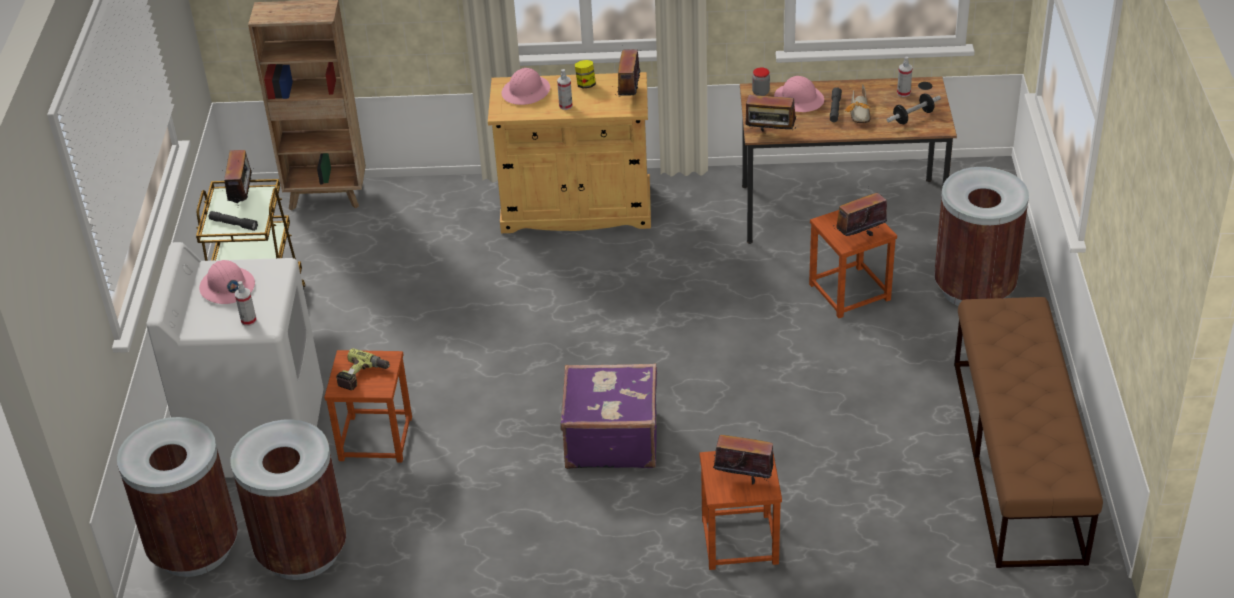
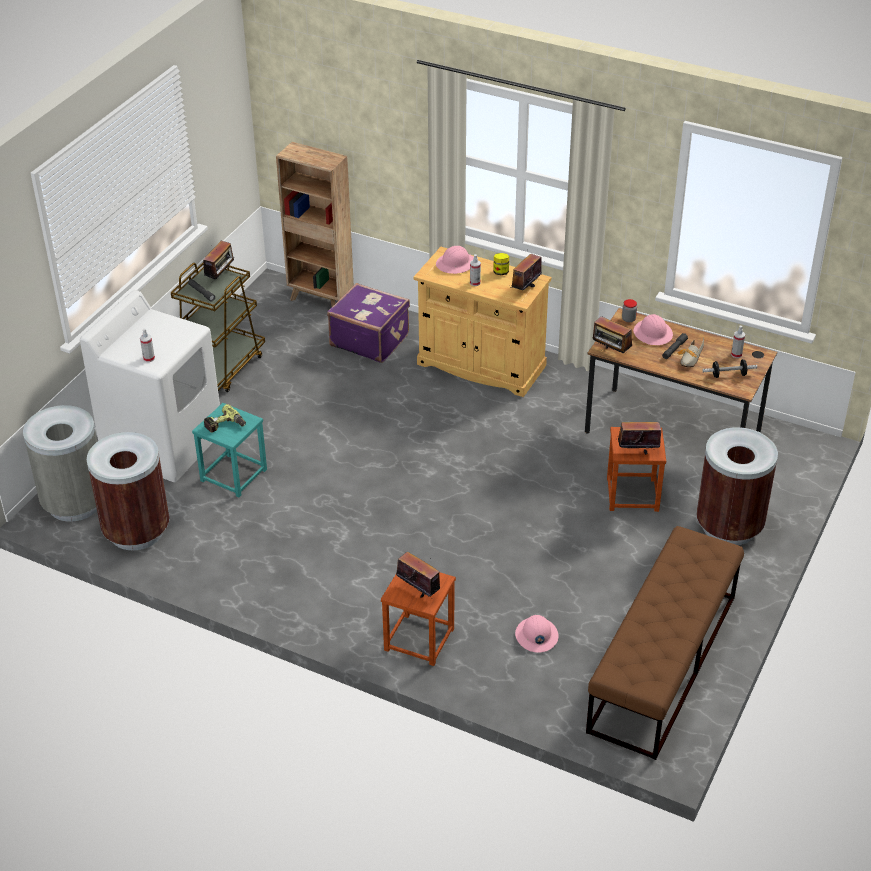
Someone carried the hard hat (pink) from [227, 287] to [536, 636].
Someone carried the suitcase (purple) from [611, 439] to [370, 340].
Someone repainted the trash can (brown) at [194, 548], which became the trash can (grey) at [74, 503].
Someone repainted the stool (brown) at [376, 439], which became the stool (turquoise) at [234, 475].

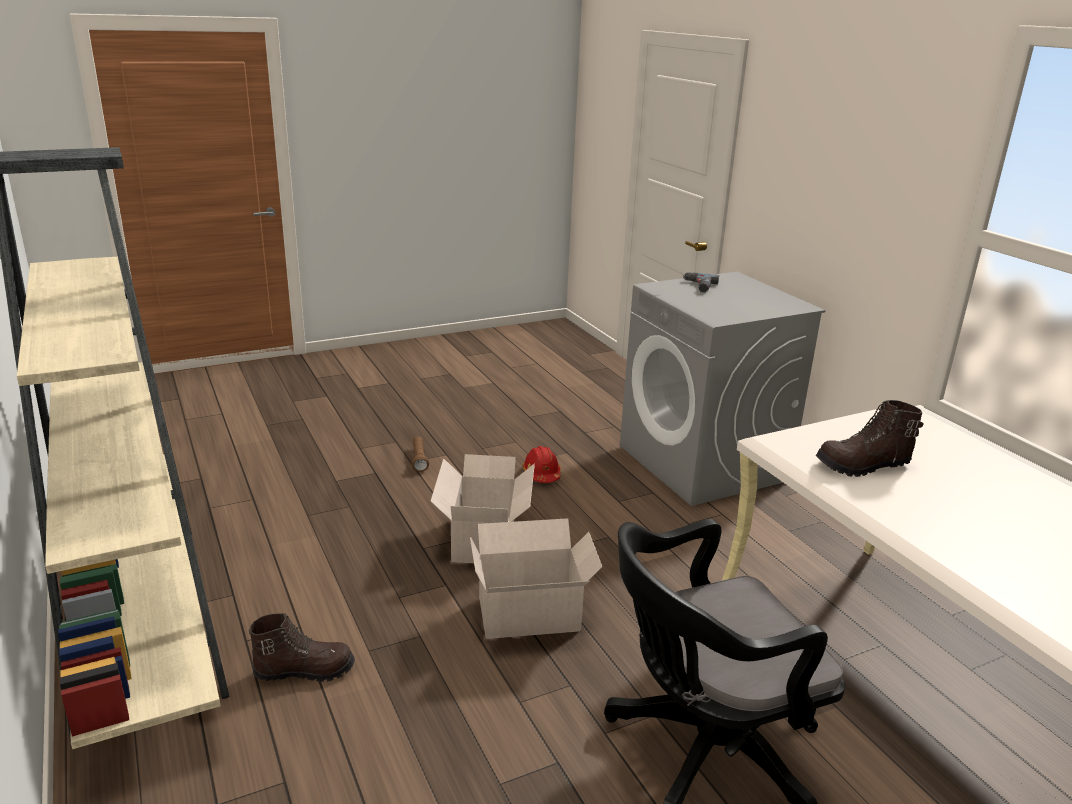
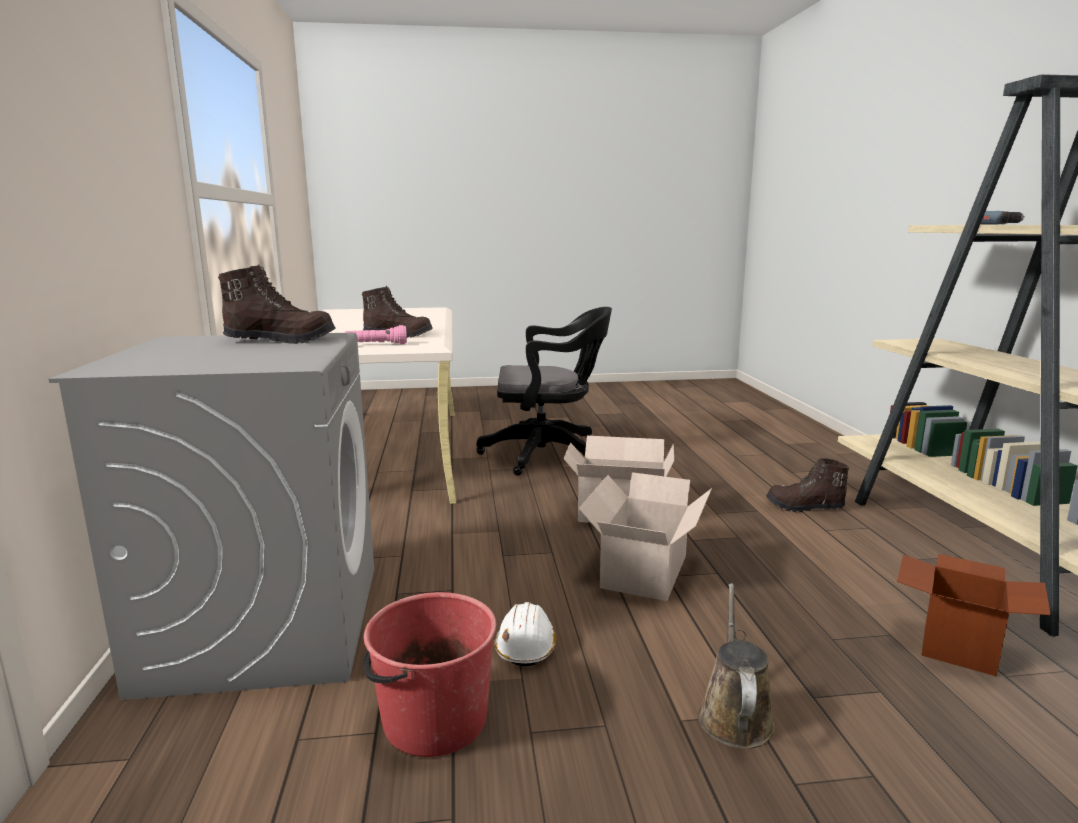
Someone put down the boot (brown) at [281, 340].
Someone put down the flashlight (pink) at [376, 345].
Someone put down the bucket (red) at [433, 720].
Someone put down the cardboard box at [959, 648].
Someone carried the power drill from [698, 286] to [996, 224].
Someone swapped the flashlight (brown) at [419, 459] for the watering can (brown) at [734, 715].
Someone repainted the hard hat (red) at [541, 474], which became the hard hat (white) at [526, 647].

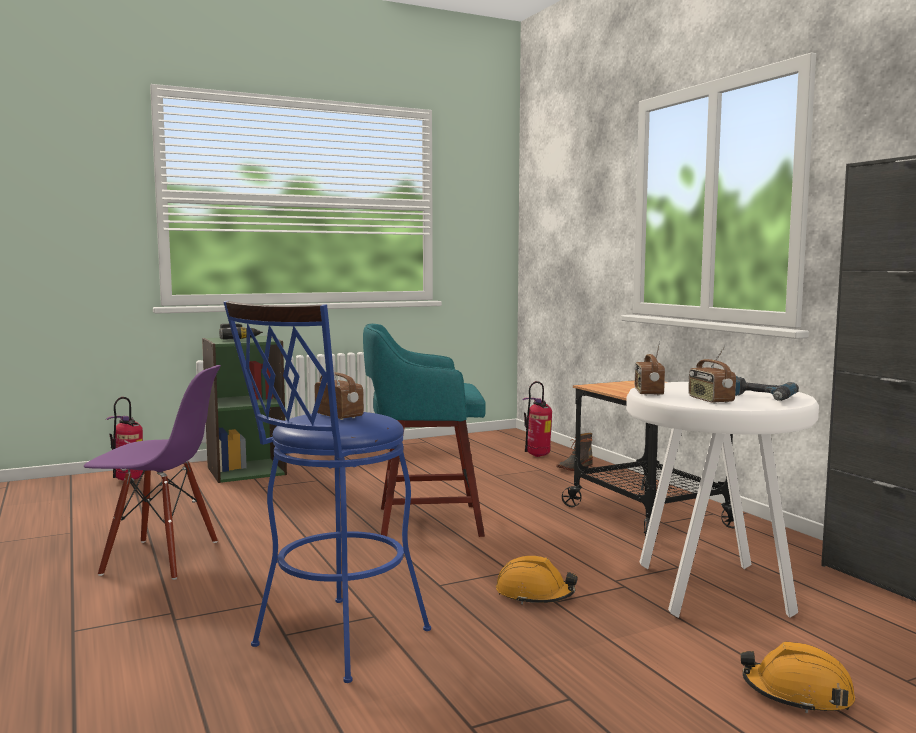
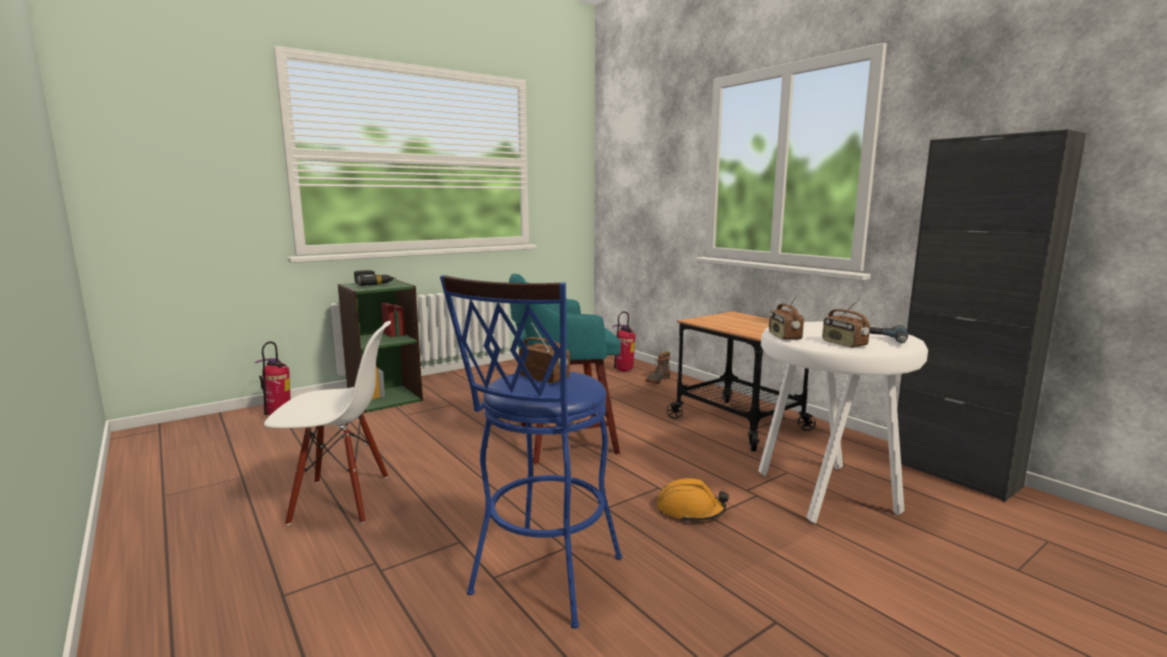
Someone took away the hard hat (orange) at [797, 694].
Someone repainted the chair (purple) at [161, 558], which became the chair (white) at [341, 499].

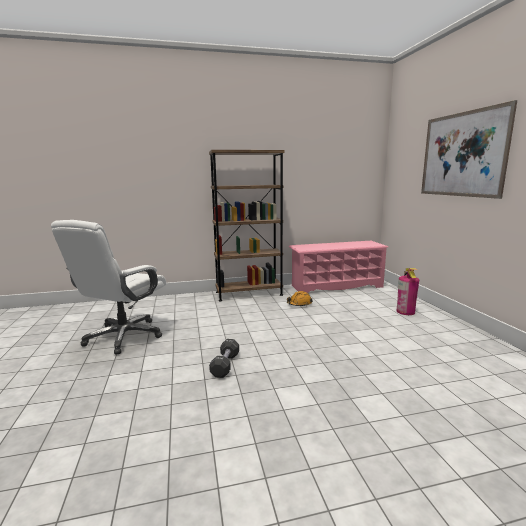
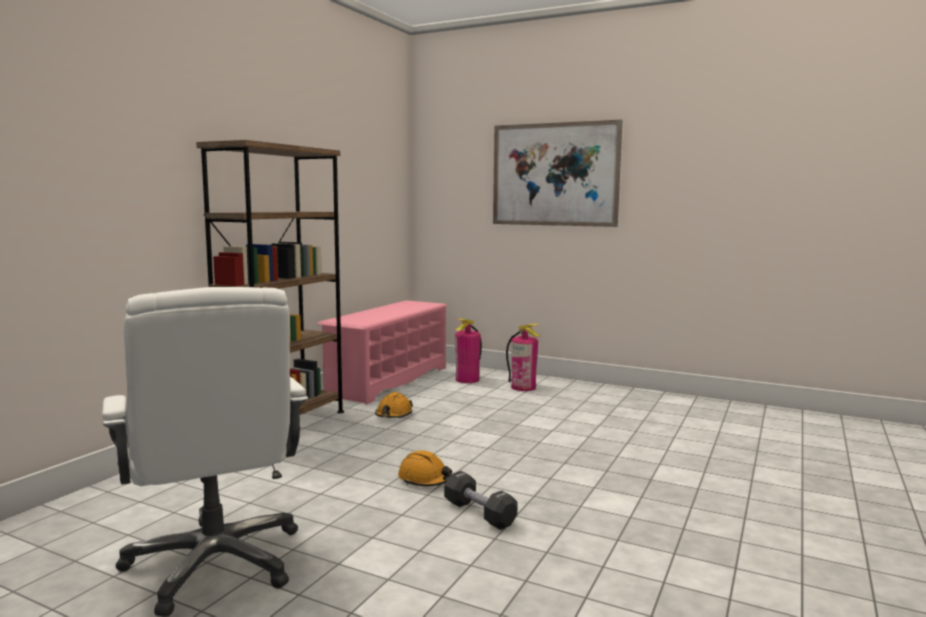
Someone put down the hard hat (orange) at [425, 480].
Someone put down the fire extinguisher at [467, 380].

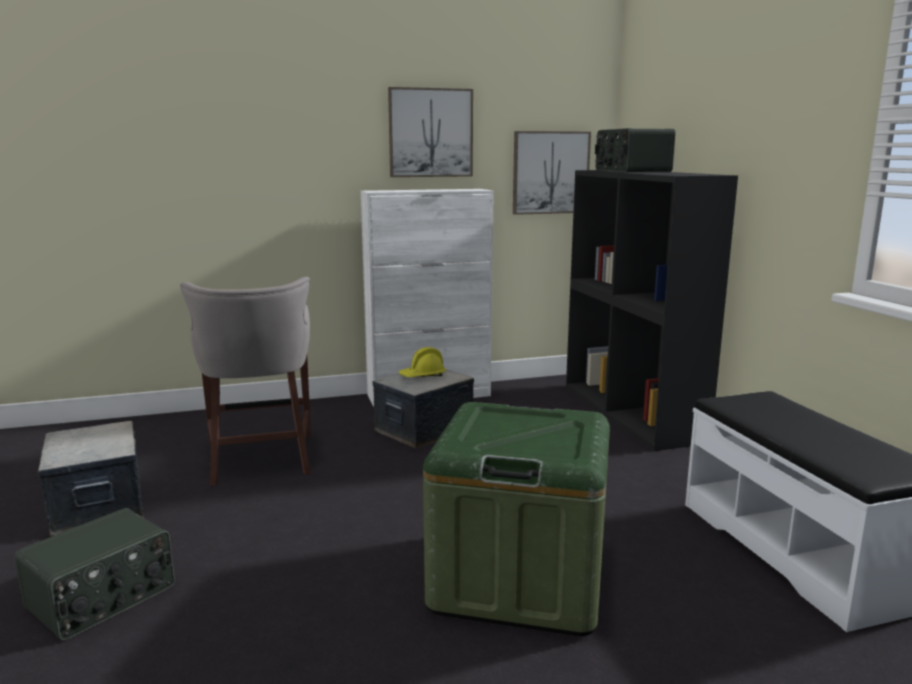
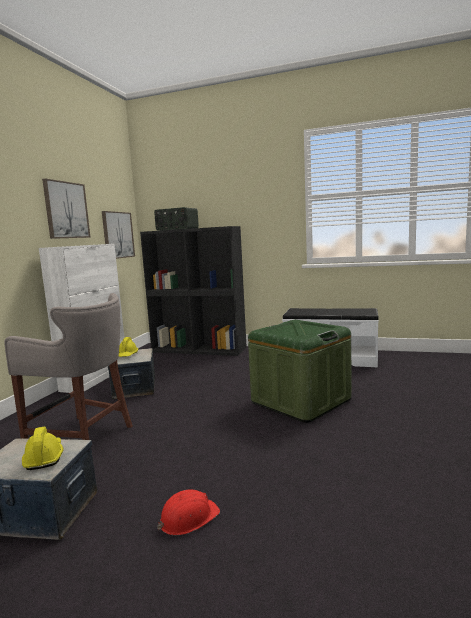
Someone put down the hard hat (yellow) at [44, 457].
Someone swapped the radio at [103, 598] for the hard hat (red) at [188, 518].

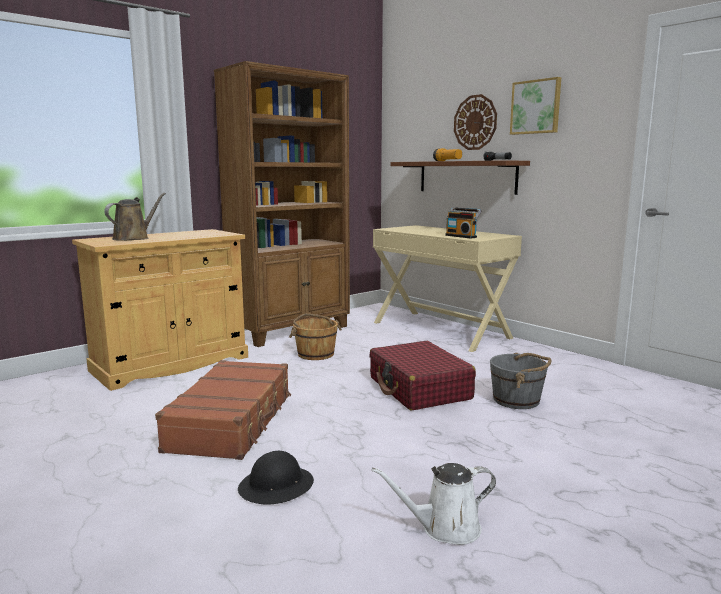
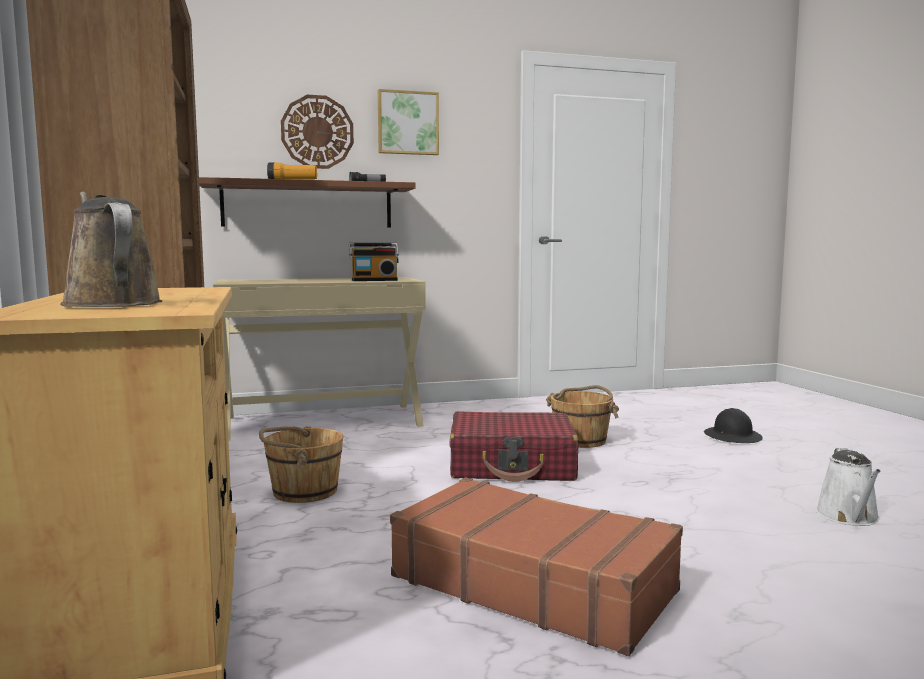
Someone carried the hard hat (black) from [276, 487] to [733, 437].
Someone repainted the bucket (grey) at [517, 400], which became the bucket (brown) at [581, 440].

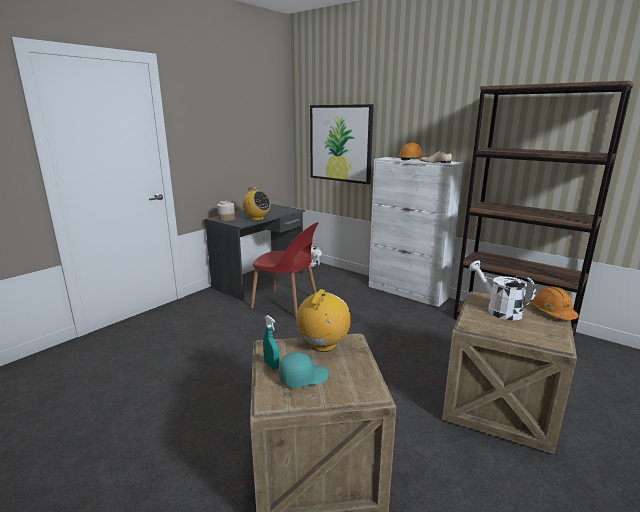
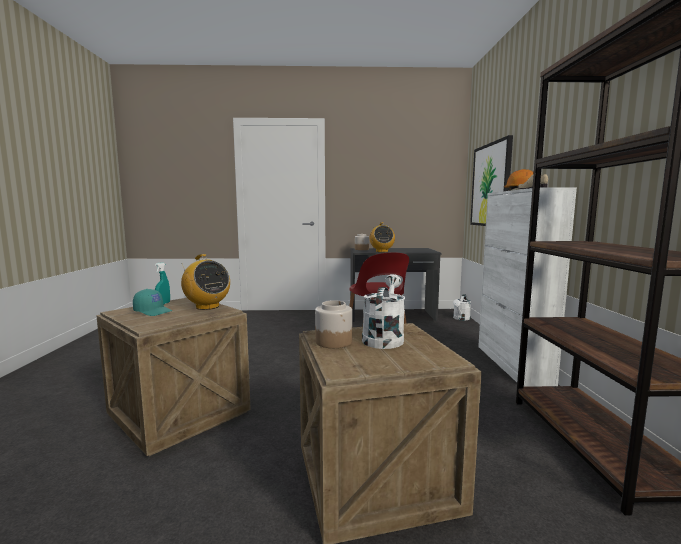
Someone took away the hard hat (orange) at [552, 312].
Someone put down the jar at [334, 342].
Someone rotated the radio at [323, 345] by 60 degrees clockwise.

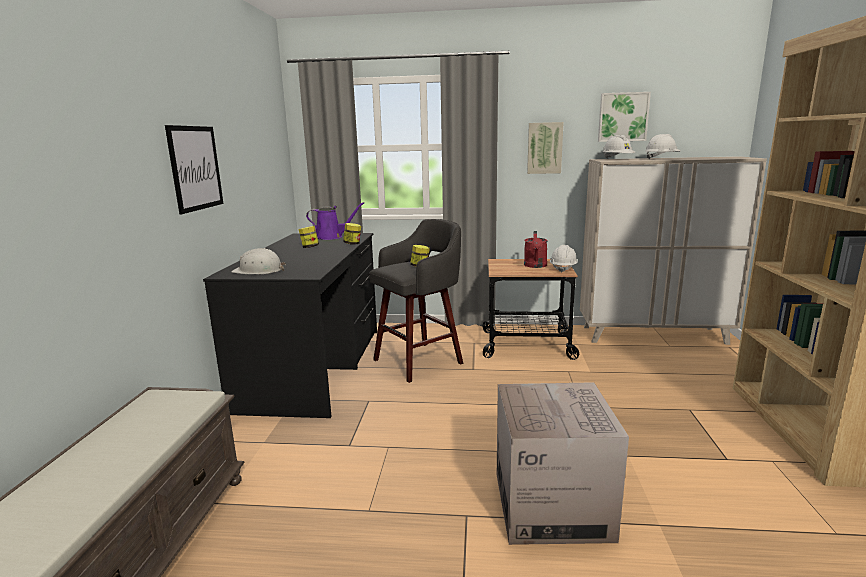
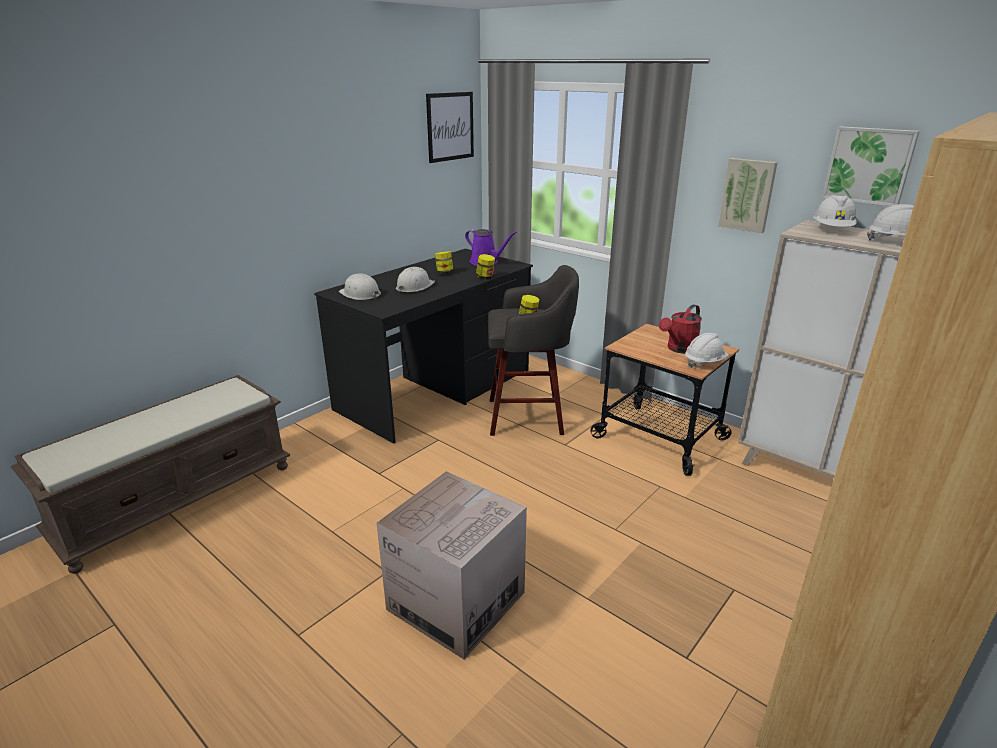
Someone put down the hard hat (white) at [414, 286].
Someone carried the picture from [195, 168] to [450, 126].

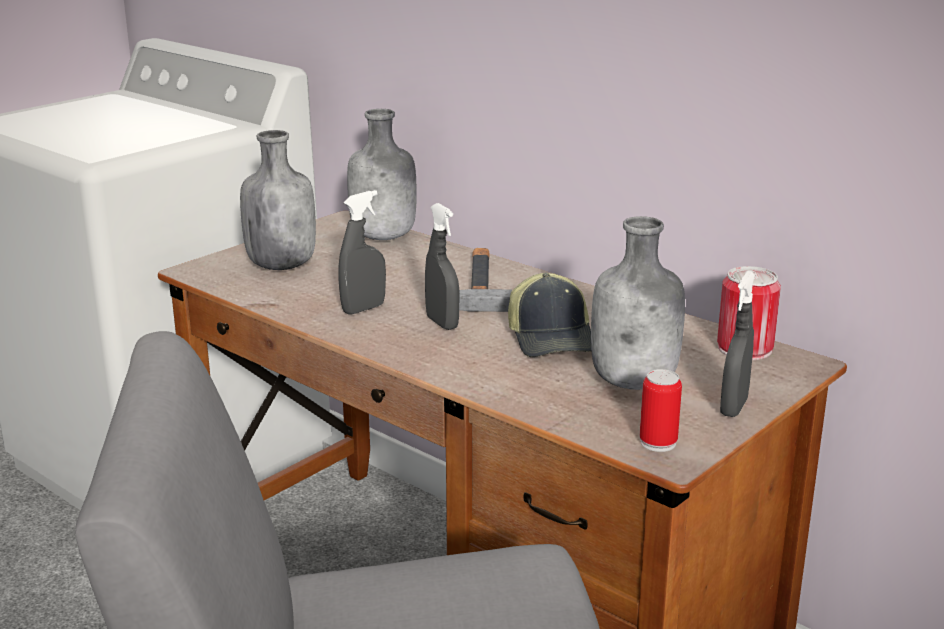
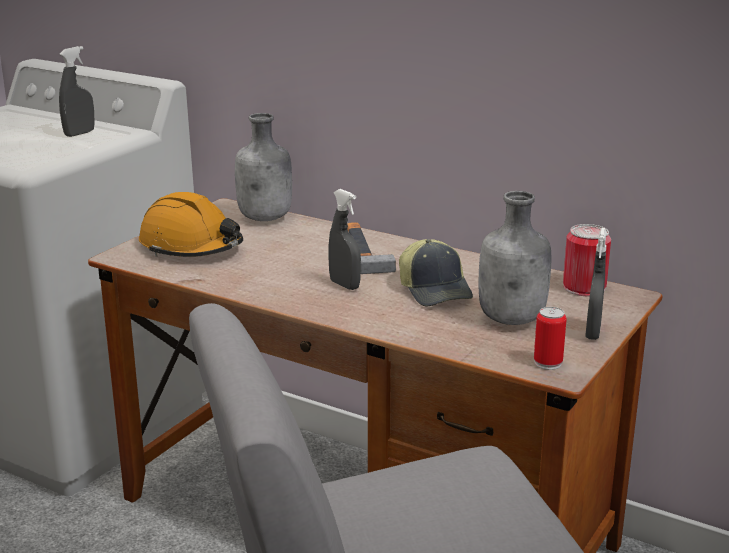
Someone carried the spray bottle (grey) from [363, 309] to [79, 133].
Someone swapped the bottle (grey) at [281, 265] for the hard hat (orange) at [191, 247].

